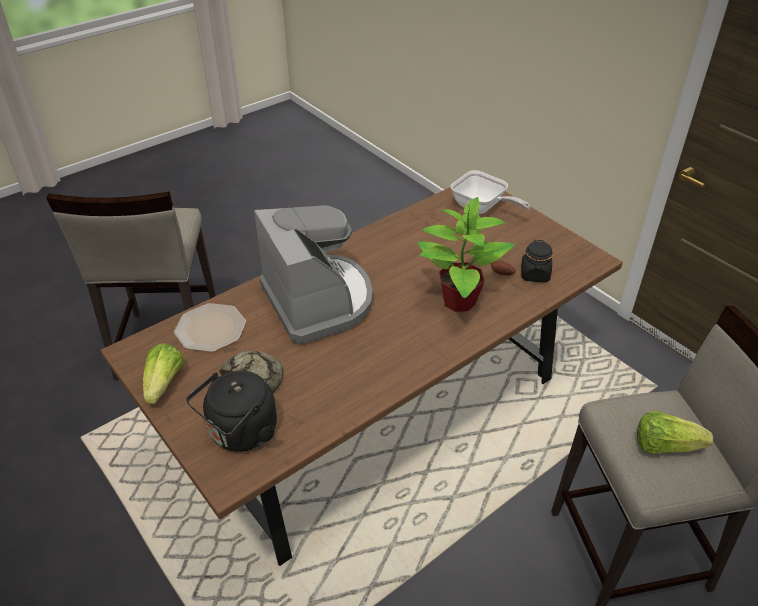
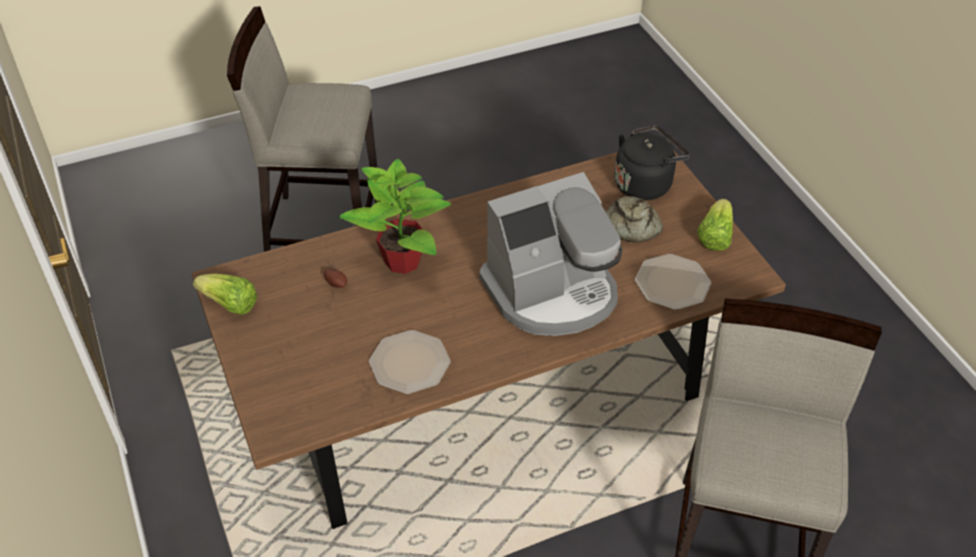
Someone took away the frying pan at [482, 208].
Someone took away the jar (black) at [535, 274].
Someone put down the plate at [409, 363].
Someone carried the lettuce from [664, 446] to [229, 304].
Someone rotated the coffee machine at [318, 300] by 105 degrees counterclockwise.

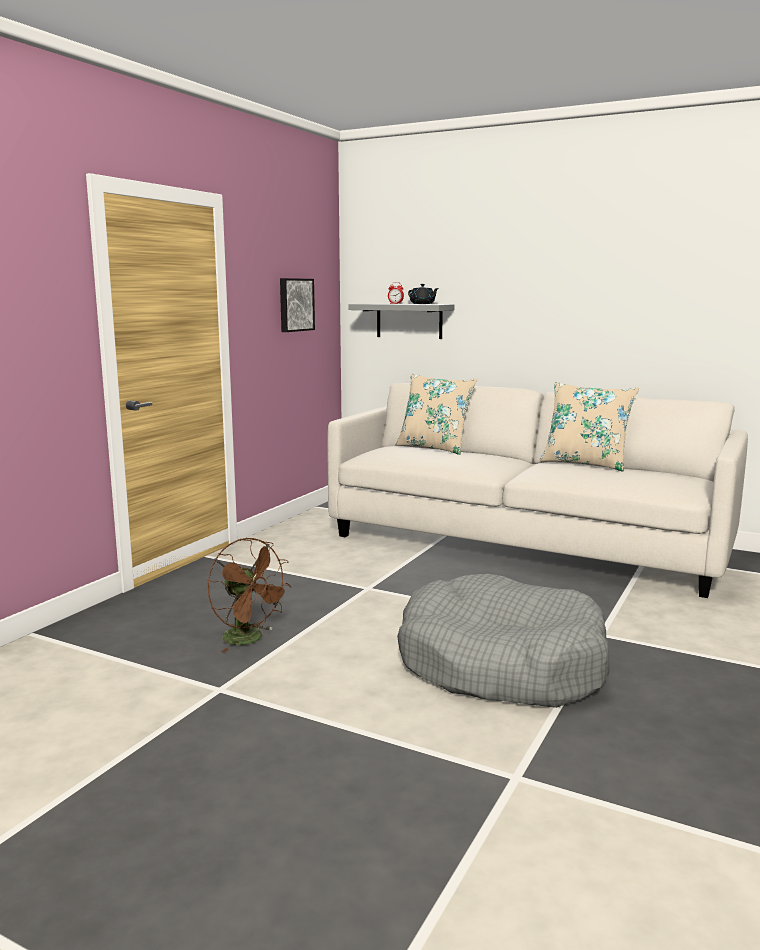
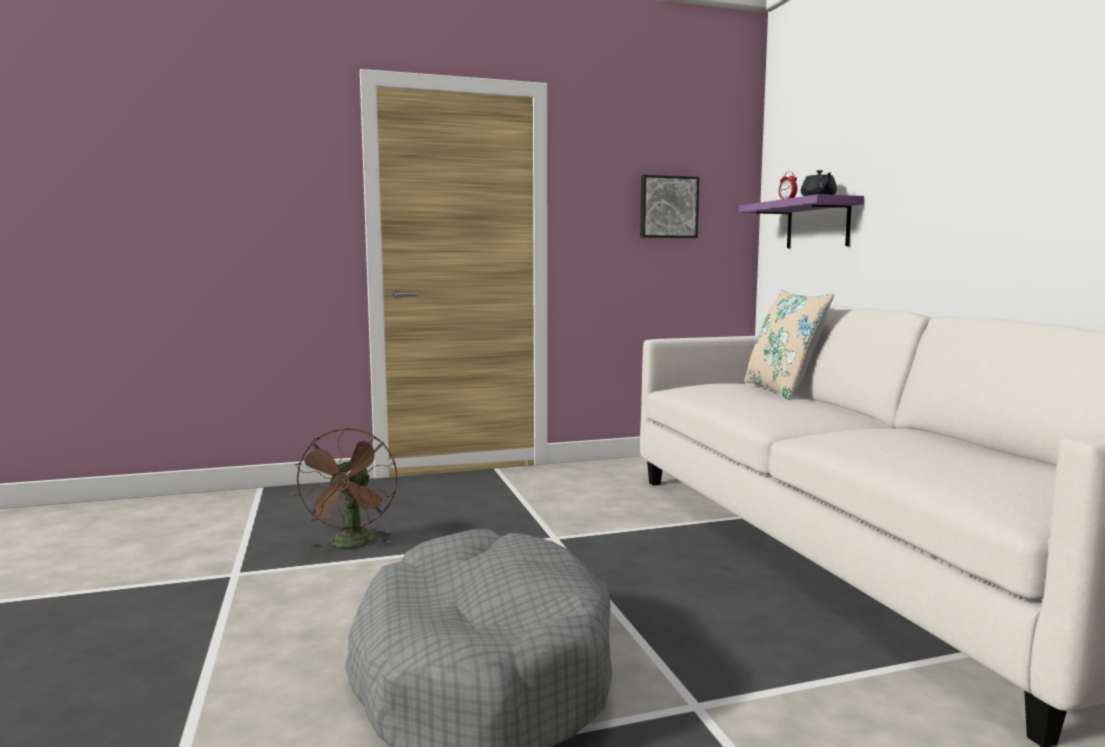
Someone took away the pillow (beige) at [585, 463].
Someone repainted the shelf (grey) at [409, 320], which became the shelf (purple) at [817, 224].

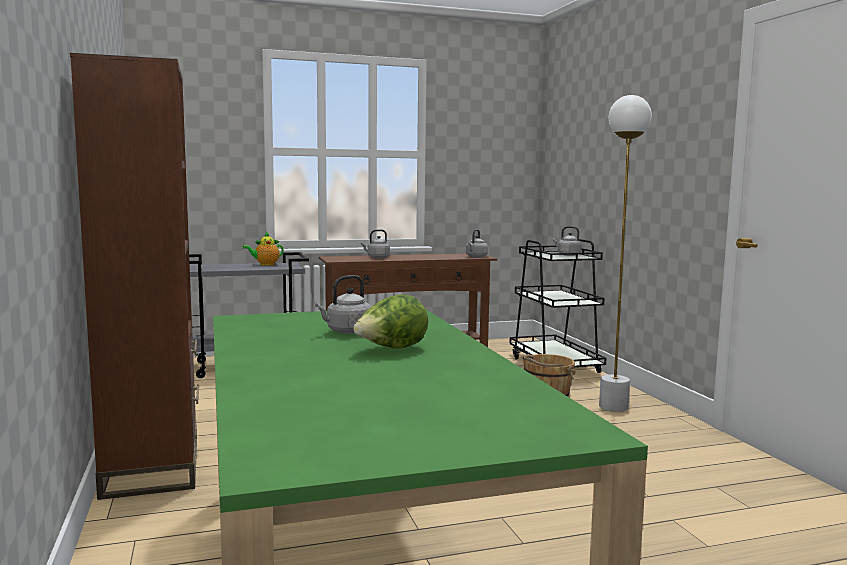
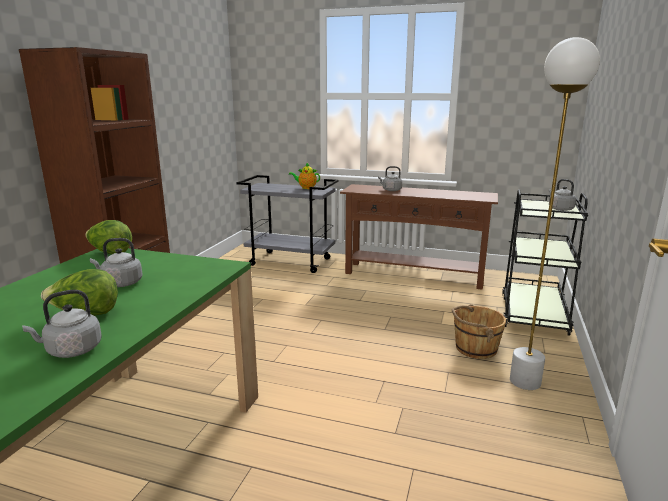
Someone put down the lettuce at [110, 253].
Someone carried the kettle (grey) from [476, 256] to [71, 350].

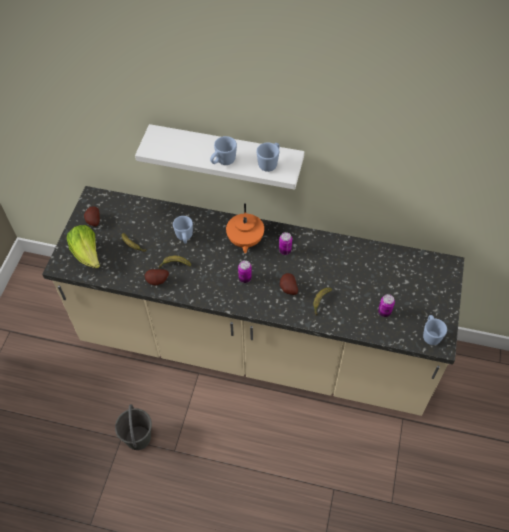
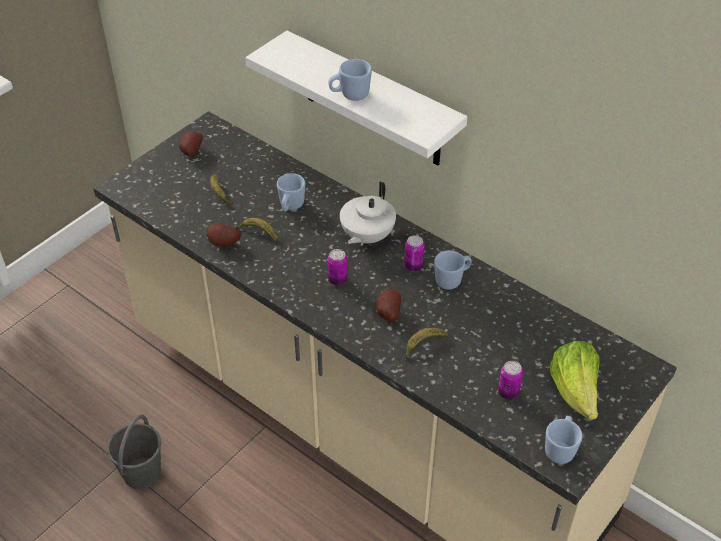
Someone carried the lettuce from [87, 254] to [575, 392].
Someone carried the mug (blue) from [269, 163] to [452, 280].
Someone repainted the teapot (orange) at [245, 241], which became the teapot (white) at [366, 236].

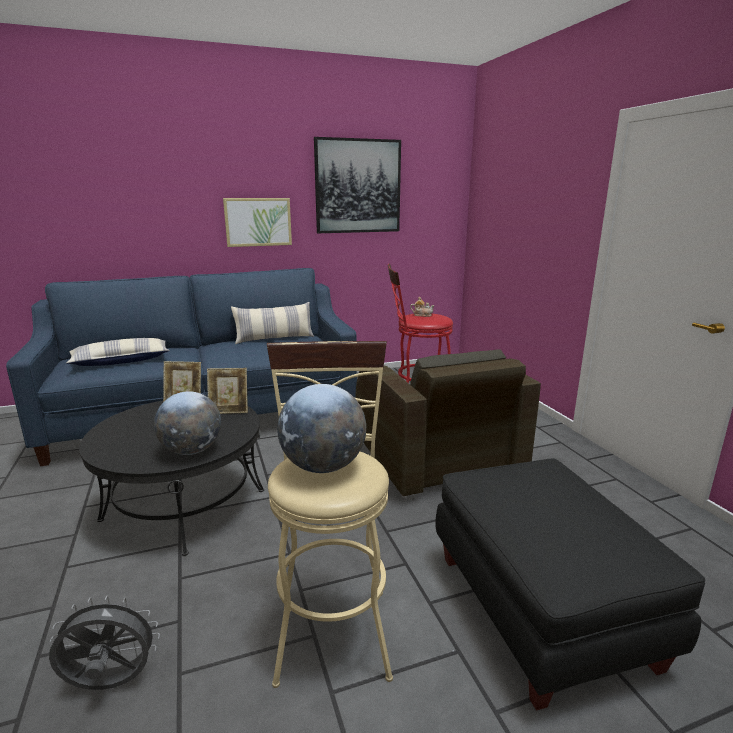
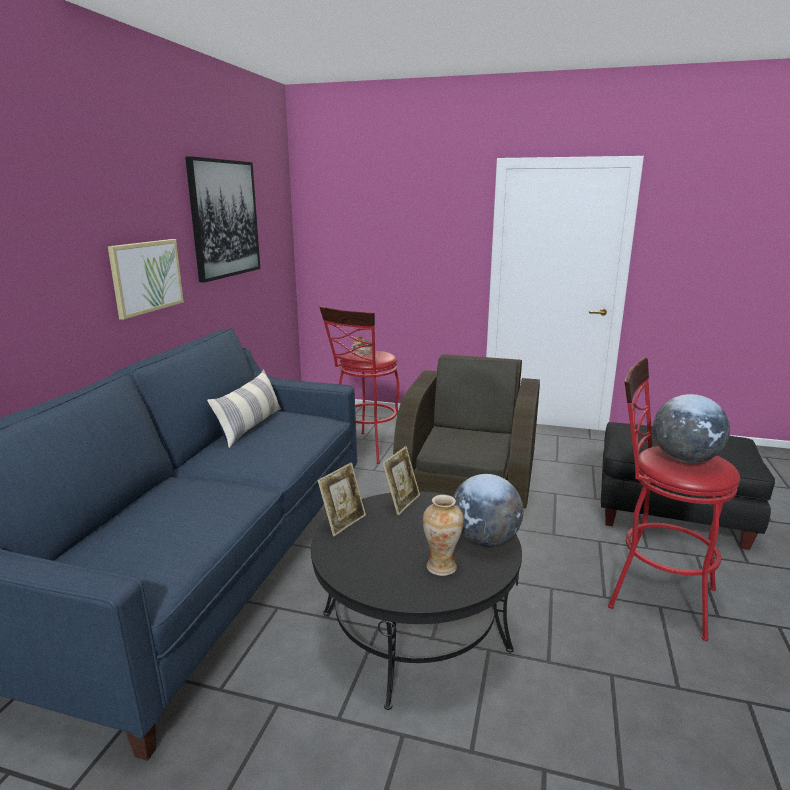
Someone took away the fan (grey) at [110, 685].
Someone took away the pillow at [121, 361].
Someone put down the vase at [441, 567].
Someone repainted the stool (beige) at [332, 624], which became the stool (red) at [651, 594].
Someone rotated the armchair (brown) at [436, 458] by 90 degrees counterclockwise.

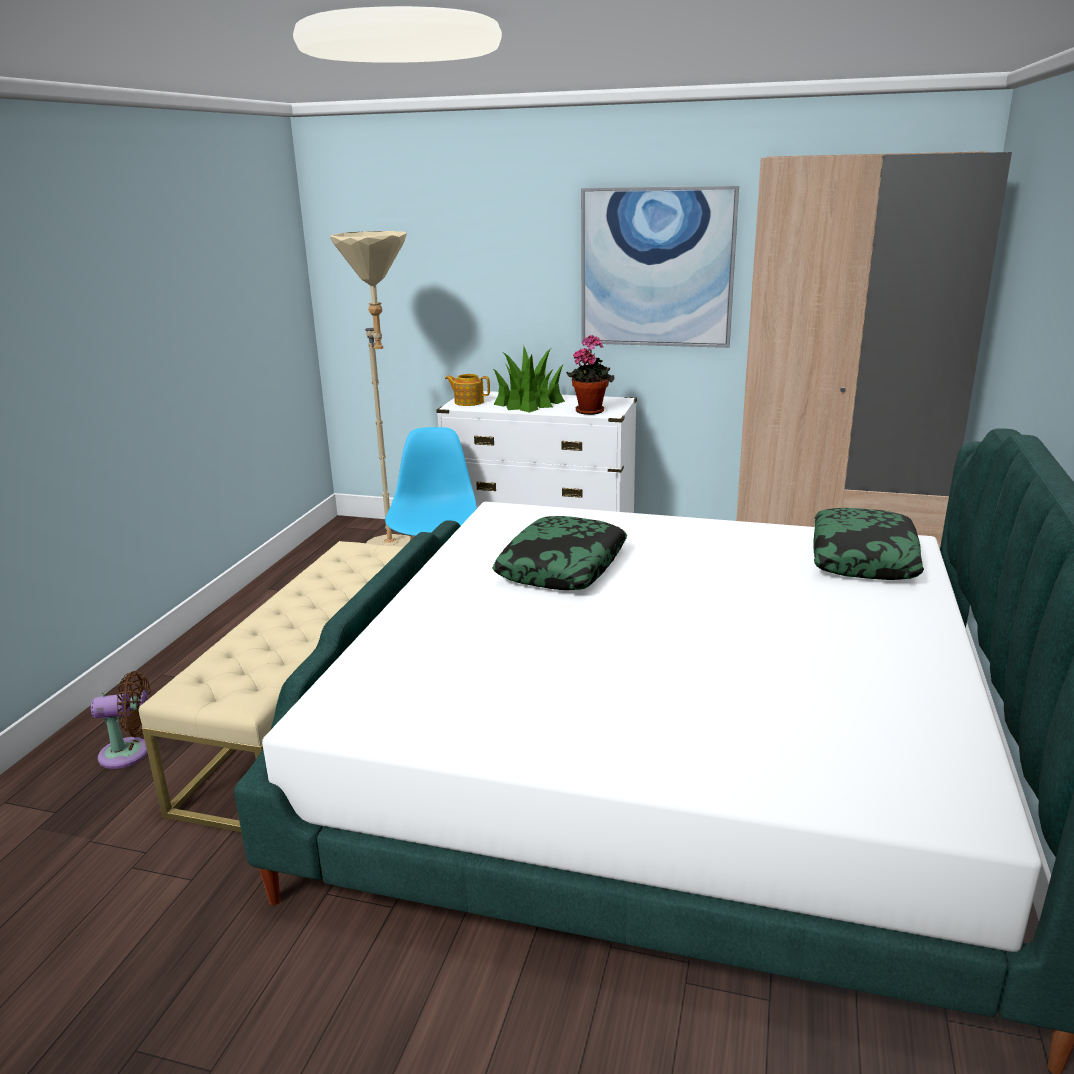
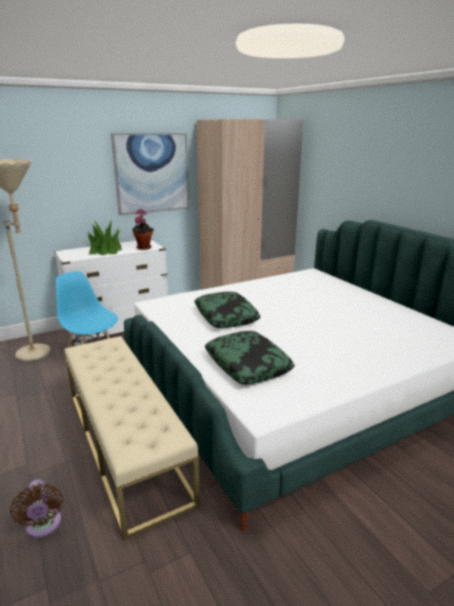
Someone took away the teapot at [468, 402].
Someone carried the pillow from [863, 558] to [248, 364].
Someone rotated the fan (brown) at [130, 753] by 120 degrees clockwise.

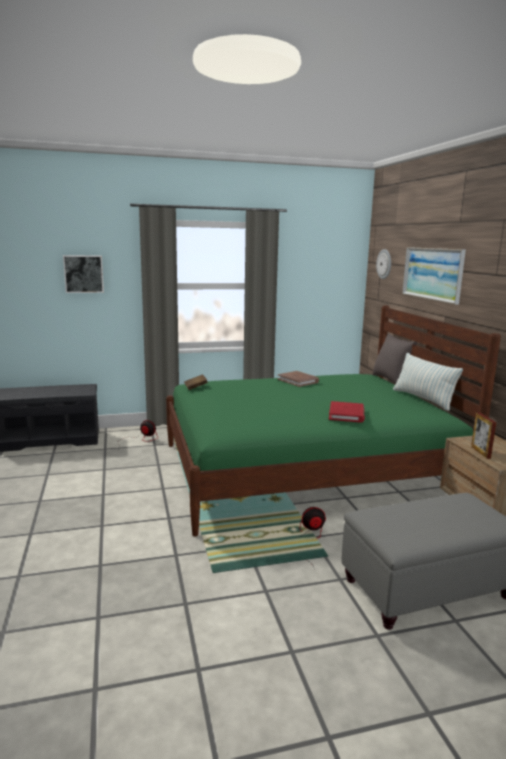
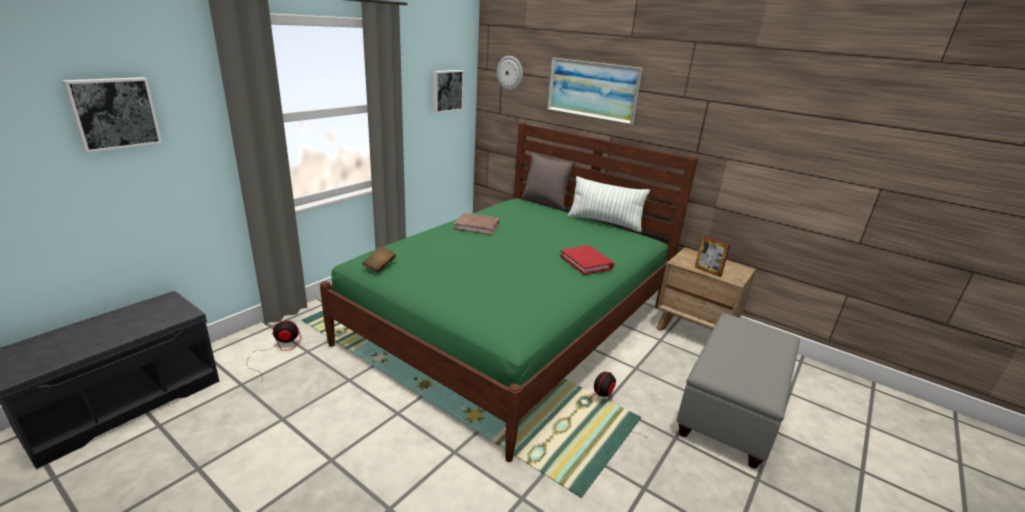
Someone put up the picture at [447, 90].

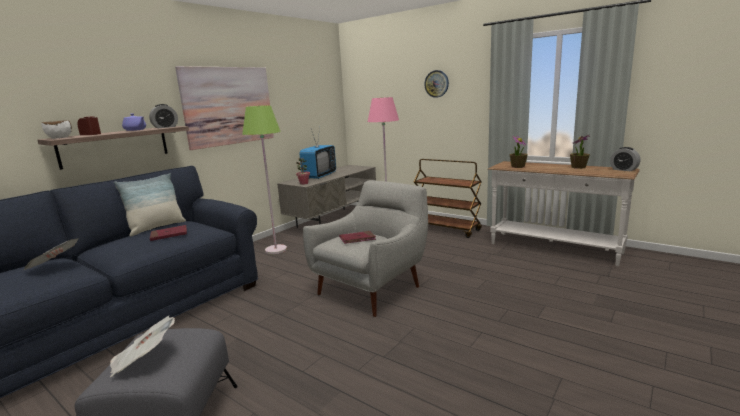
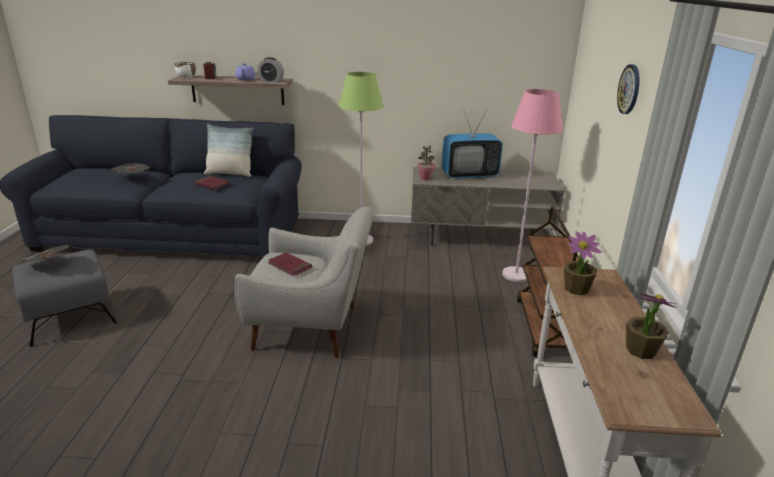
Someone took away the picture at [228, 106].
Someone took away the alarm clock at [623, 169].

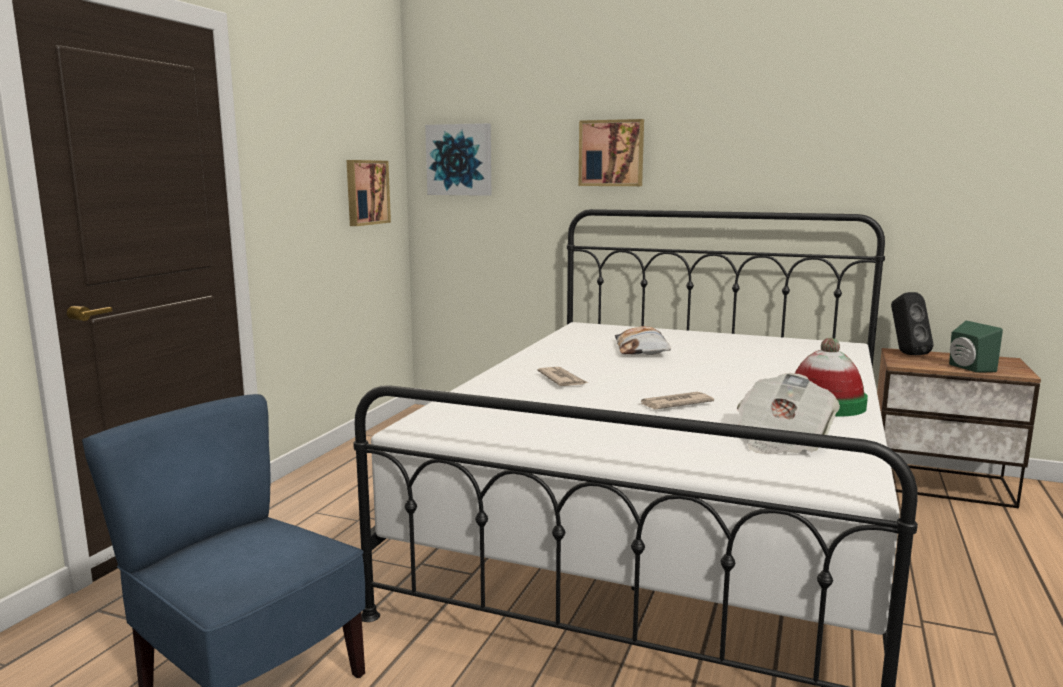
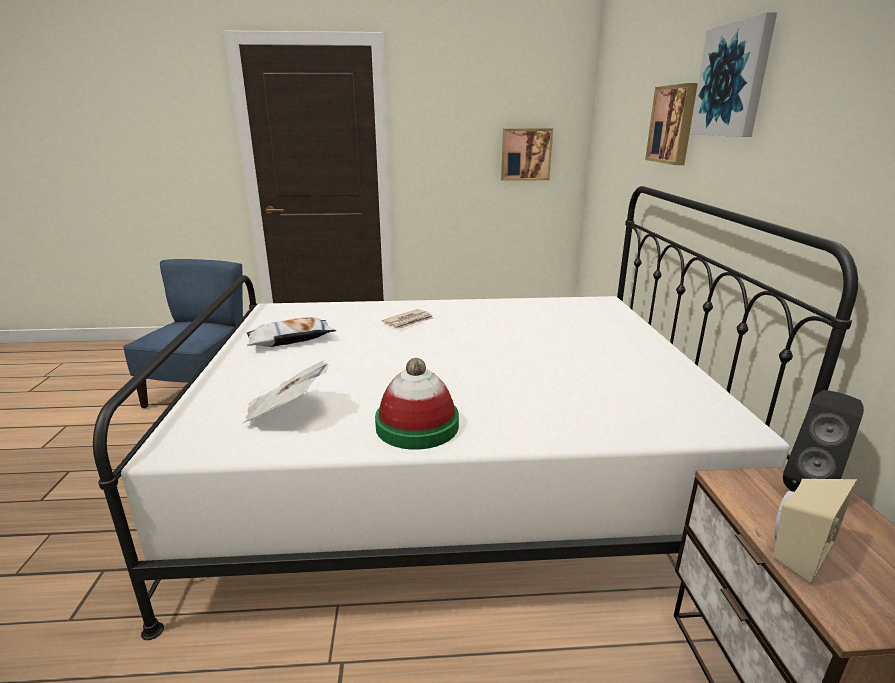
Someone took away the newspaper at [674, 404].
Someone carried the picture from [459, 160] to [732, 80].
Someone carried the pillow from [642, 349] to [291, 339].
Someone repainted the speaker (green) at [968, 368], which became the speaker (beige) at [796, 550].

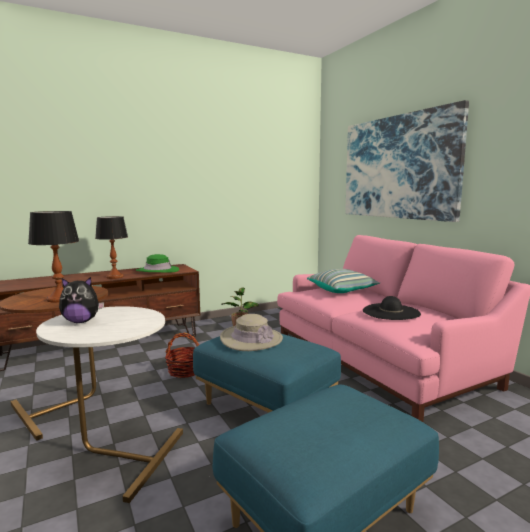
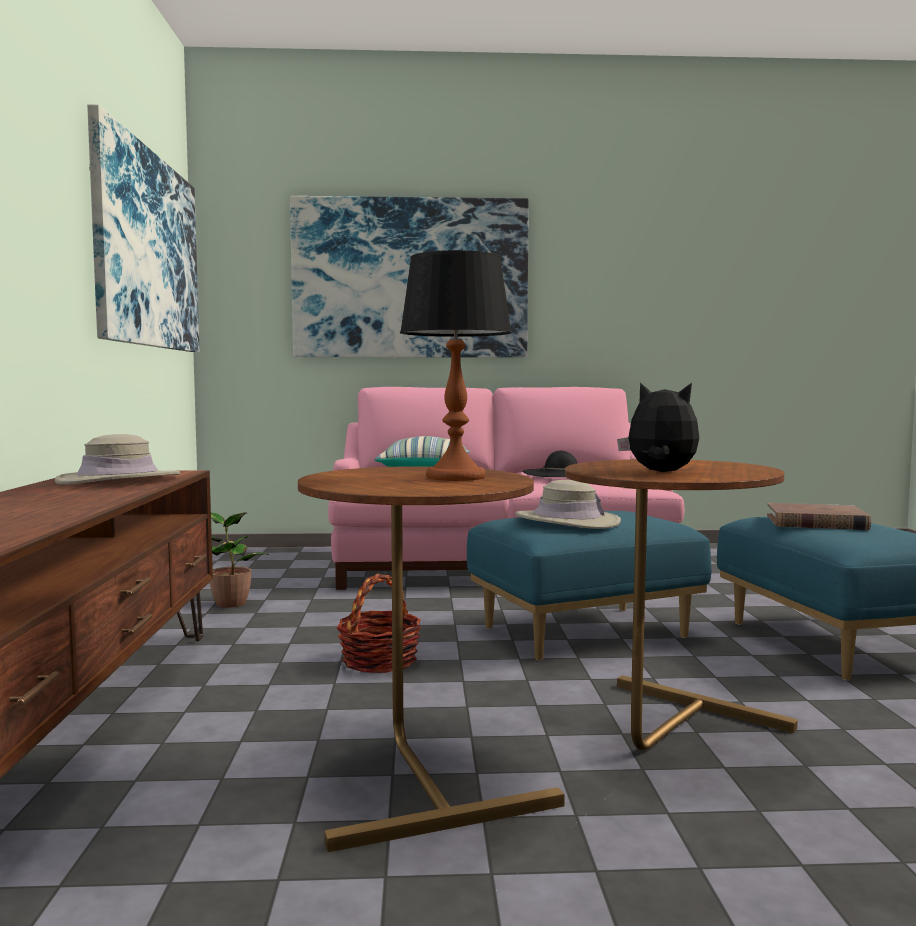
Someone took away the table lamp at [114, 277].
Someone put up the picture at [148, 250].
Someone put down the book (brown) at [816, 522].
Someone repainted the side table (white) at [116, 456], which became the side table (brown) at [666, 732].
Someone repainted the hat (green) at [157, 270], which became the hat (beige) at [119, 480].
Someone rotated the plush toy at [81, 321] by 75 degrees counterclockwise.

